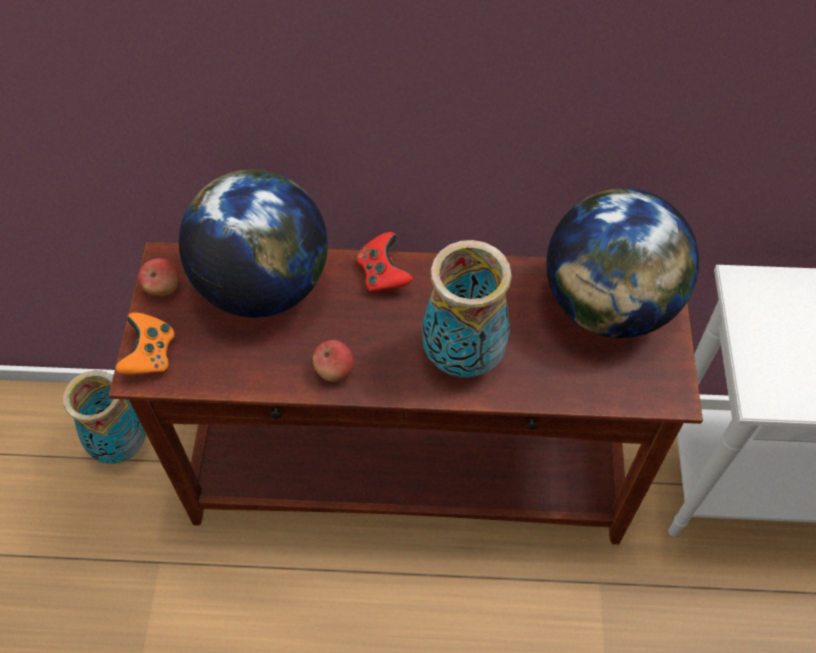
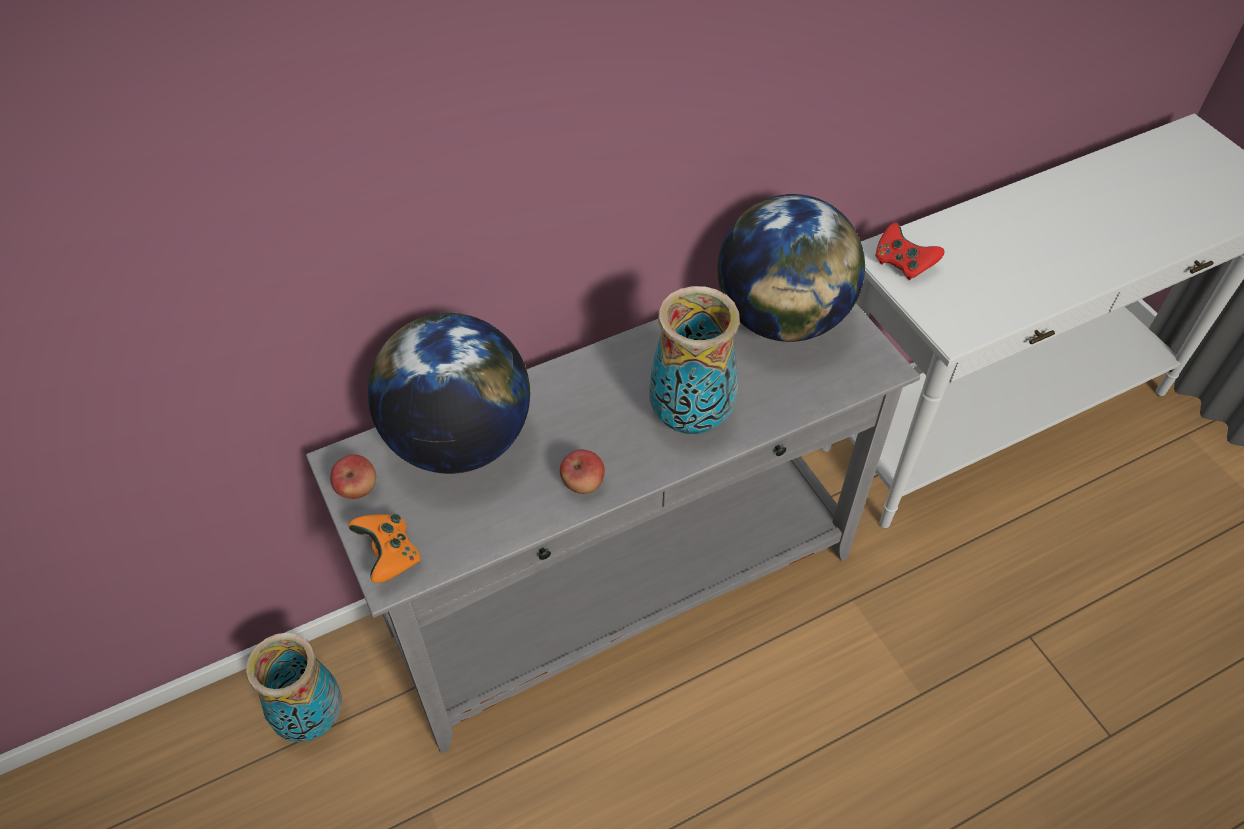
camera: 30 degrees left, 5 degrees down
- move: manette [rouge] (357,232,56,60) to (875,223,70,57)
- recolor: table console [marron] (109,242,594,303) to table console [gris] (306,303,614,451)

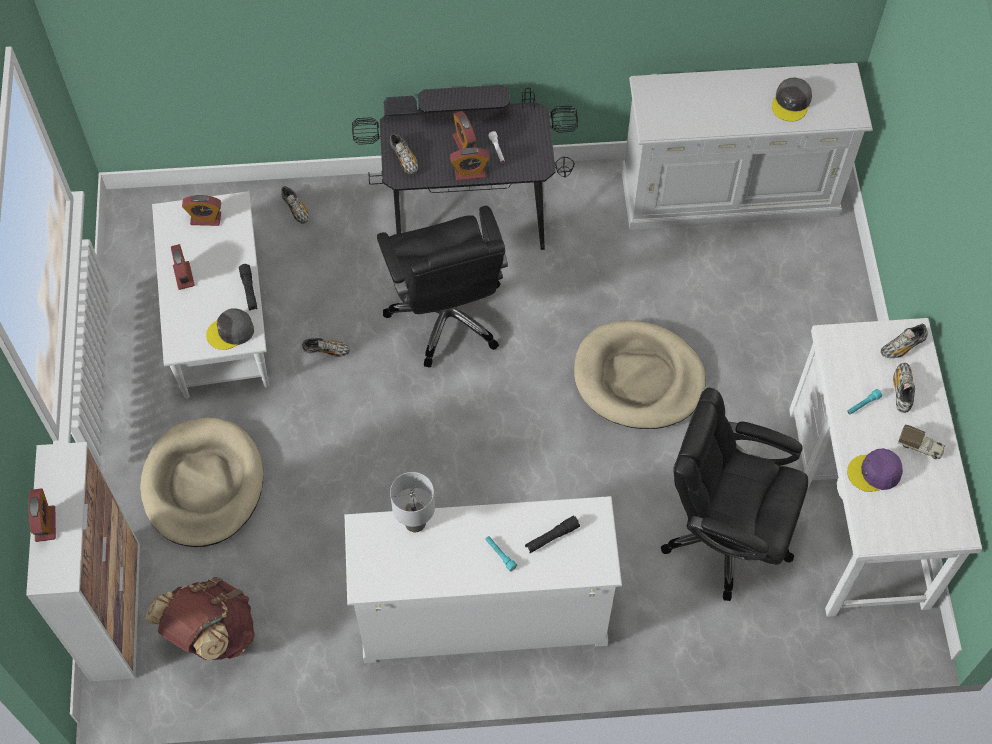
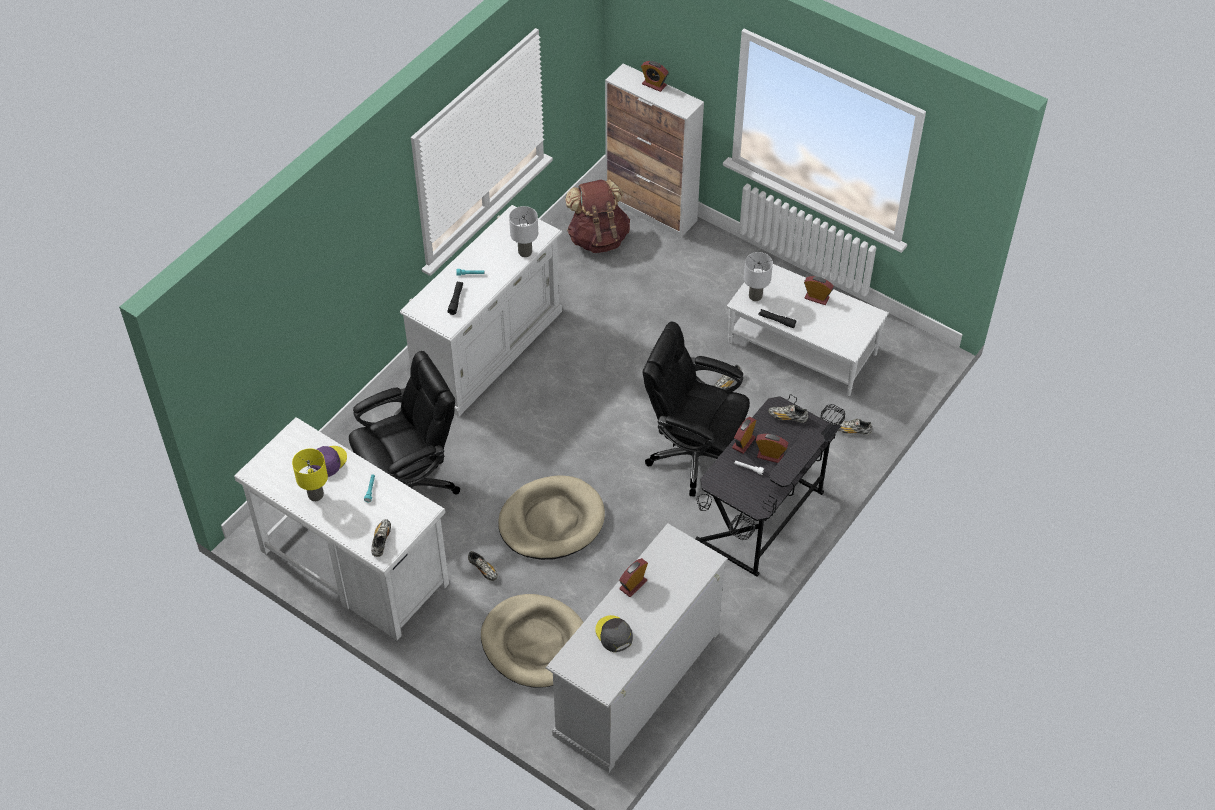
camera: 130 degrees right, 10 degrees down
- move: réveil (182,195,40,31) to (619,558,29,39)
- replace: casquette [gris] (206,308,48,42) to lampe de table [blanc] (744,252,29,49)
- move: chaussure (893,363,22,50) to (468,551,30,30)
- move: panier pour chien [beige] (140,417,123,130) to (481,594,103,94)
- replace: camion jouet (898,424,47,35) to lampe de table [jaune] (292,448,36,53)

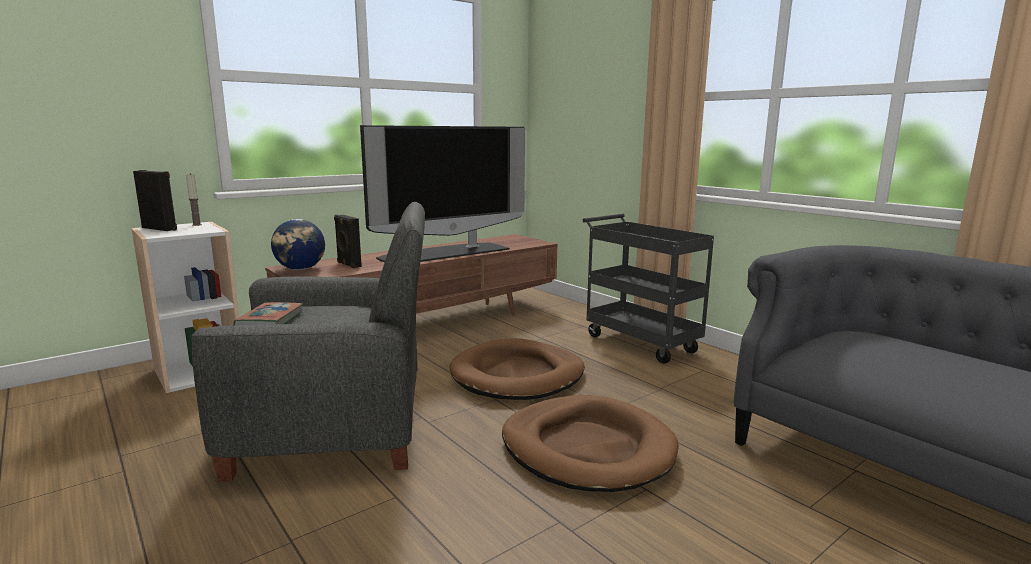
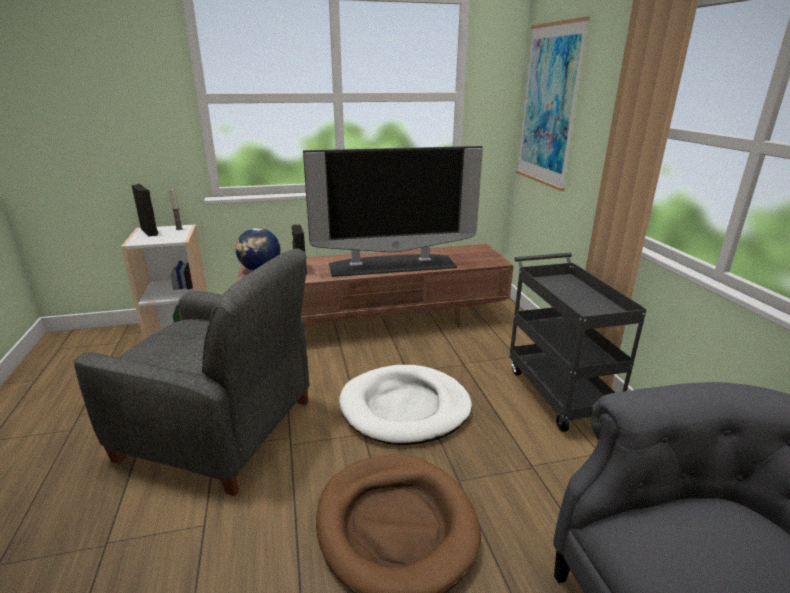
camera: 25 degrees right, 10 degrees up
- delete: livre (233,302,70,23)
- recolor: panier pour chien [marron] (450,338,135,62) to panier pour chien [blanc] (339,365,133,80)
- insert: tableau (516,17,74,174)

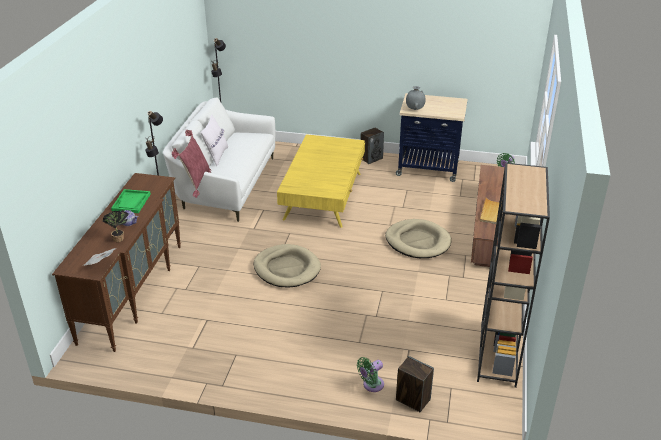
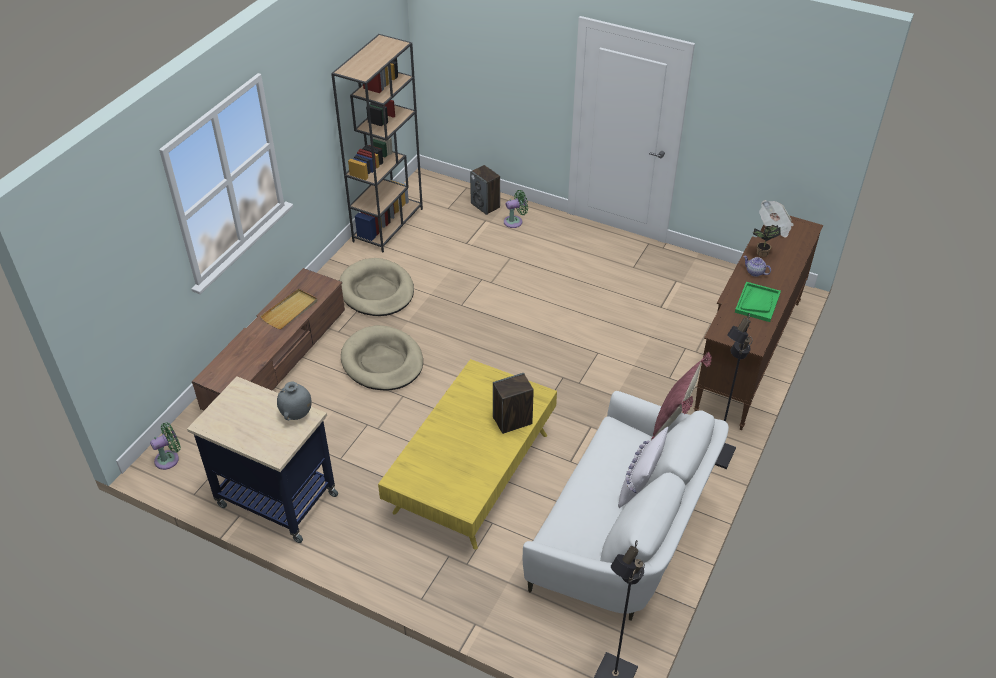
camera: 165 degrees left, 10 degrees up
- move: enceinte (360,127,24,37) to (493,373,41,61)
- move: panier pour chien [beige] (254,244,67,44) to (339,258,75,58)

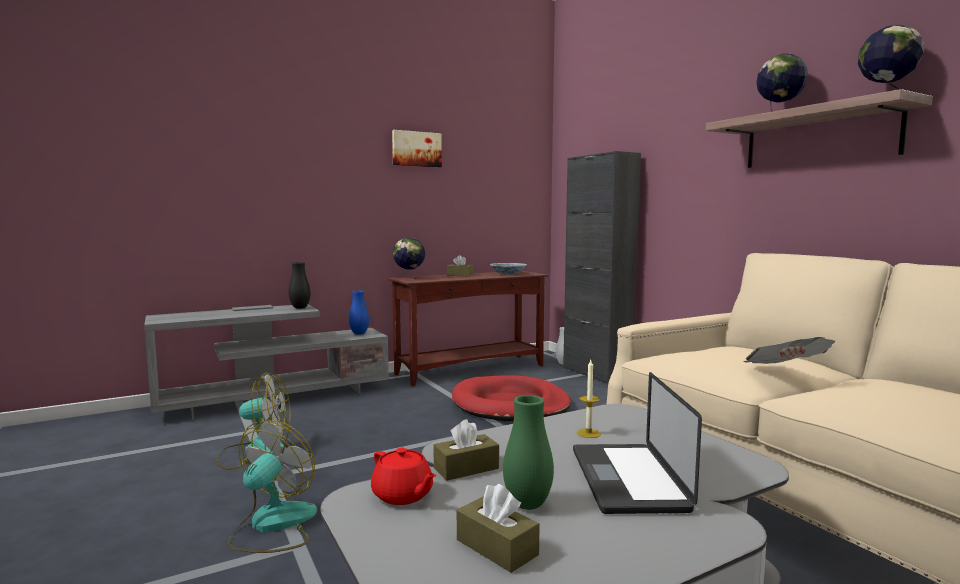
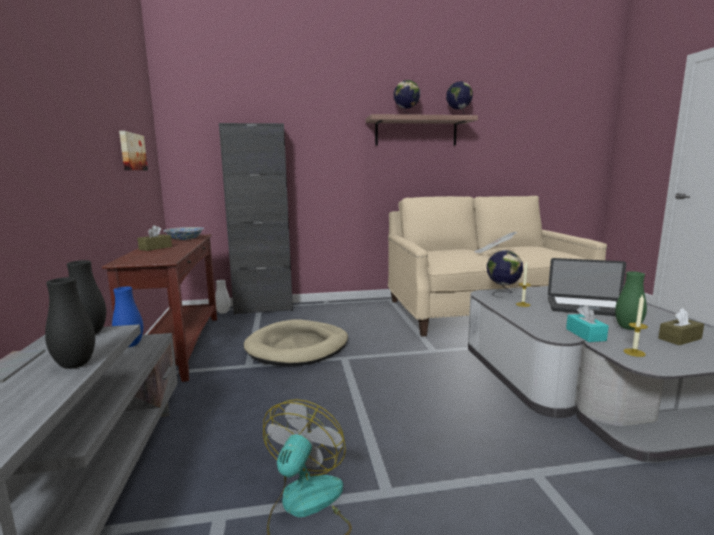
camera: 70 degrees left, 5 degrees up
- move: tableau (392,130,50,37) to (119,131,29,40)
- move: globe (393,237,32,42) to (487,250,36,48)
- recolor: panier pour chien [rouge] (452,376,119,45) to panier pour chien [beige] (244,319,104,47)
- recolor: boîte à mouchoirs [marron] (433,419,66,62) to boîte à mouchoirs [turquoise] (566,305,43,37)
- delete: ventilateur (228,420,89,133)
- replace: théière [rouge] (371,448,65,57) to bougie (623,294,25,63)
- insert: vase [noir] (45,277,50,92)

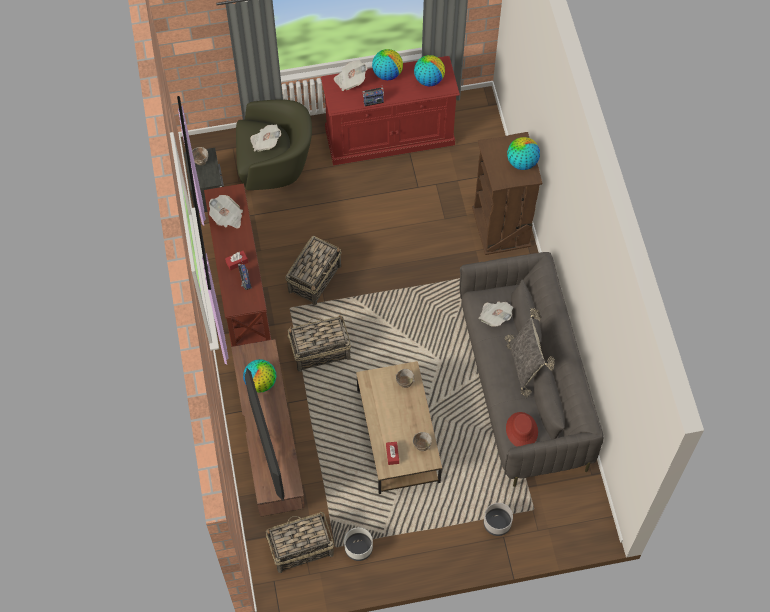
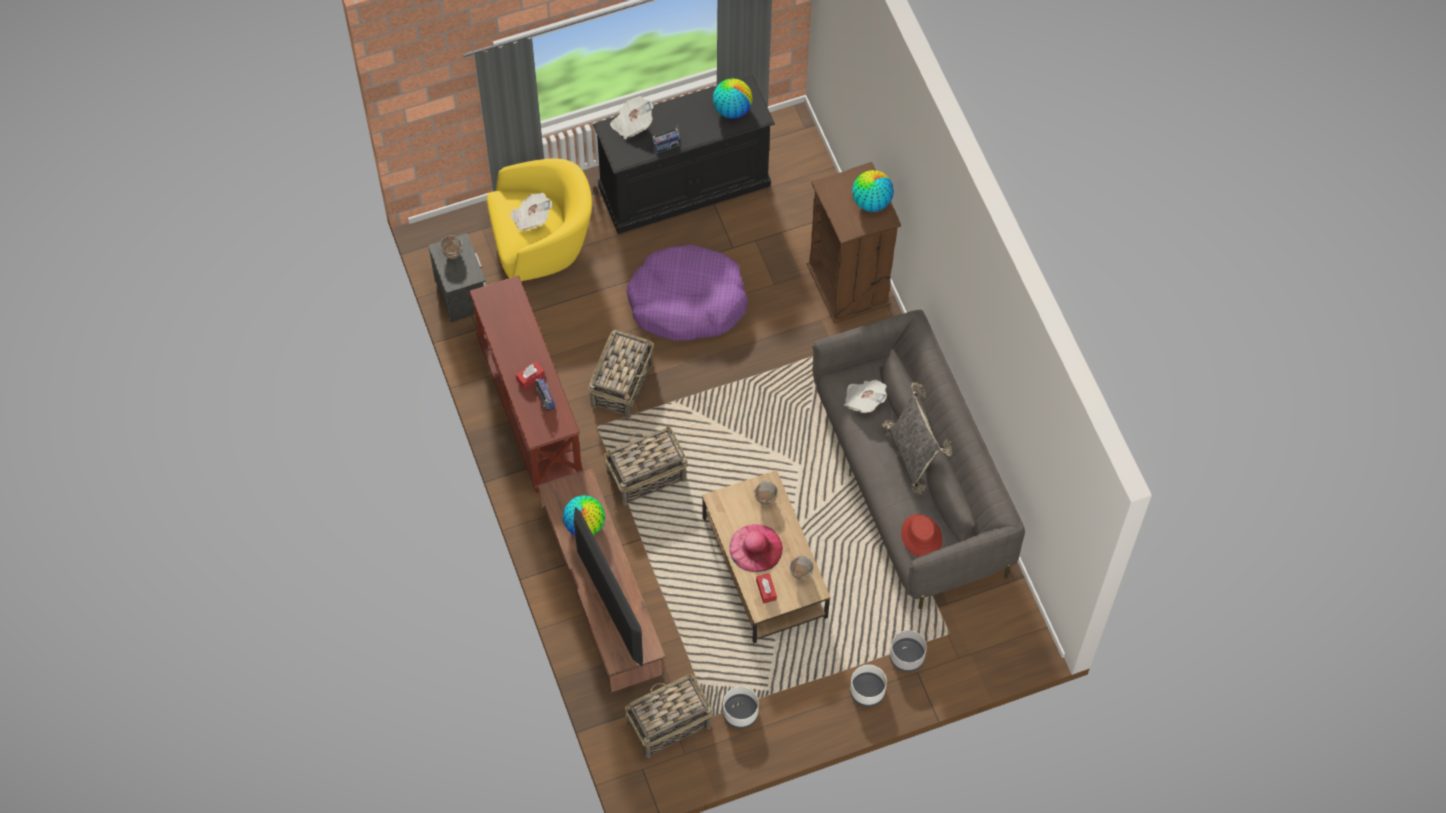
camera: 10 degrees left, 0 degrees up
- delete: globe (372,49,31,31)
- recolor: meuble de rangement [rouge] (321,56,139,109) to meuble de rangement [noir] (593,75,182,159)
- recolor: fauteuil [vert] (236,100,76,90) to fauteuil [jaune] (487,159,105,122)
- delete: journal (209,195,34,33)
- insert: panier pour chien [violet] (626,244,122,97)
- insert: chapeau [rose] (729,524,54,48)
- insert: cache-pot [blanc] (850,665,37,42)

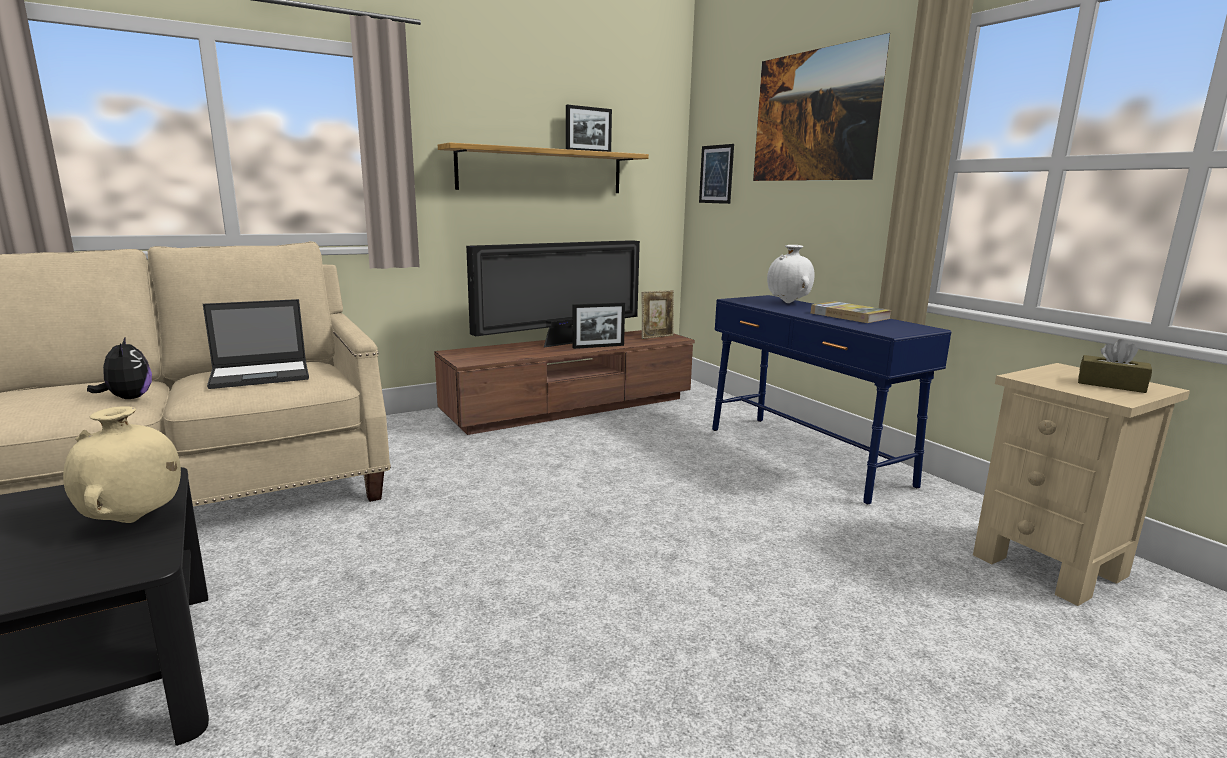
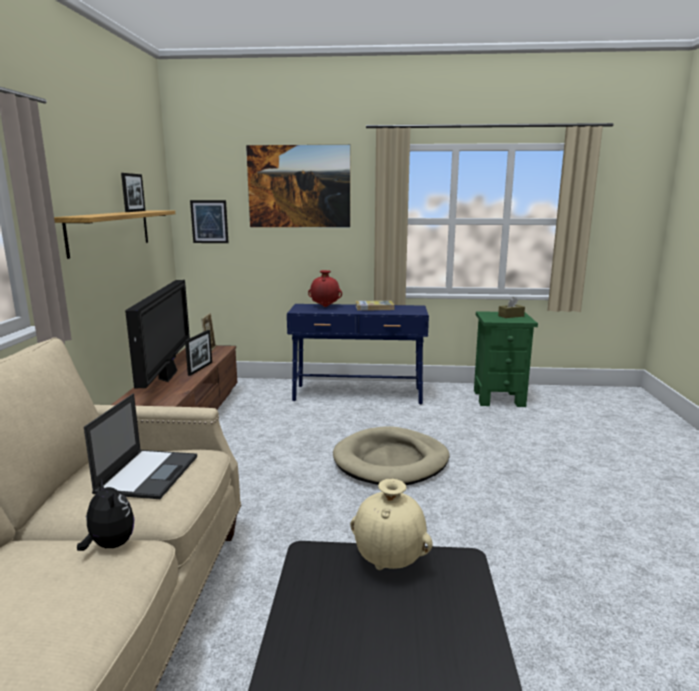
camera: 55 degrees left, 0 degrees up
- recolor: vase [blanc] (767,245,48,58) to vase [rouge] (308,270,34,37)
- rotate: peluche (87,336,65,63) = (77,478,57,73) 45 degrees clockwise
- recolor: table de chevet [beige] (973,363,217,243) to table de chevet [vert] (474,311,64,96)
- insert: panier pour chien [beige] (333,426,117,59)

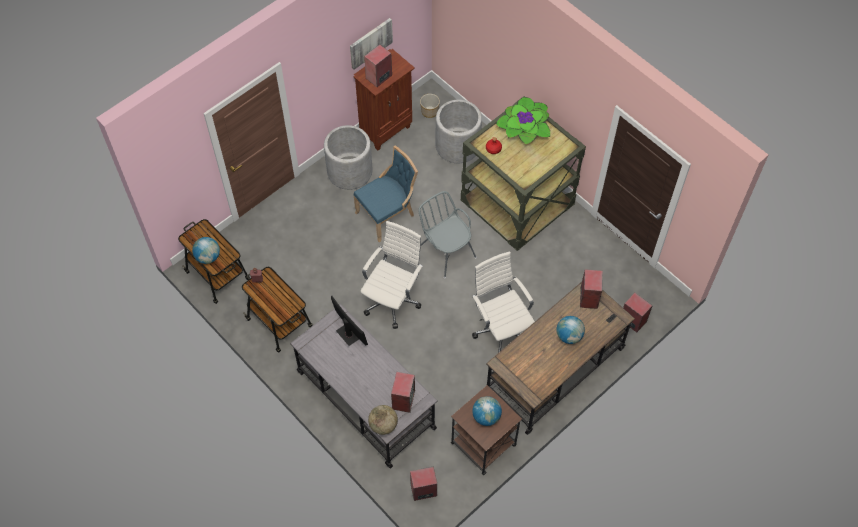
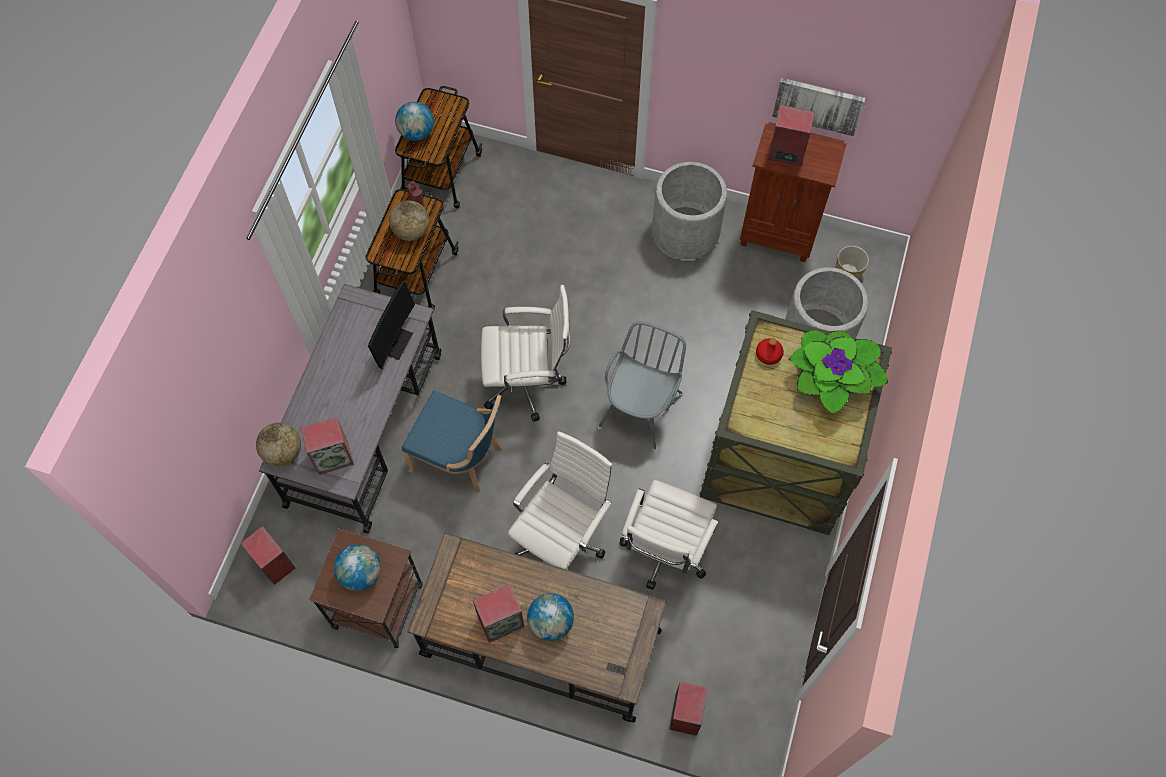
camera: 60 degrees right, 5 degrees up
- move: chaise [bleu] (354,145,64,97) to (402,391,100,102)
- move: enceinte (580,269,23,40) to (473,584,51,59)
- insert: globe (389,201,40,40)
- insert: chaise de bureau [blanc] (620,480,99,110)

